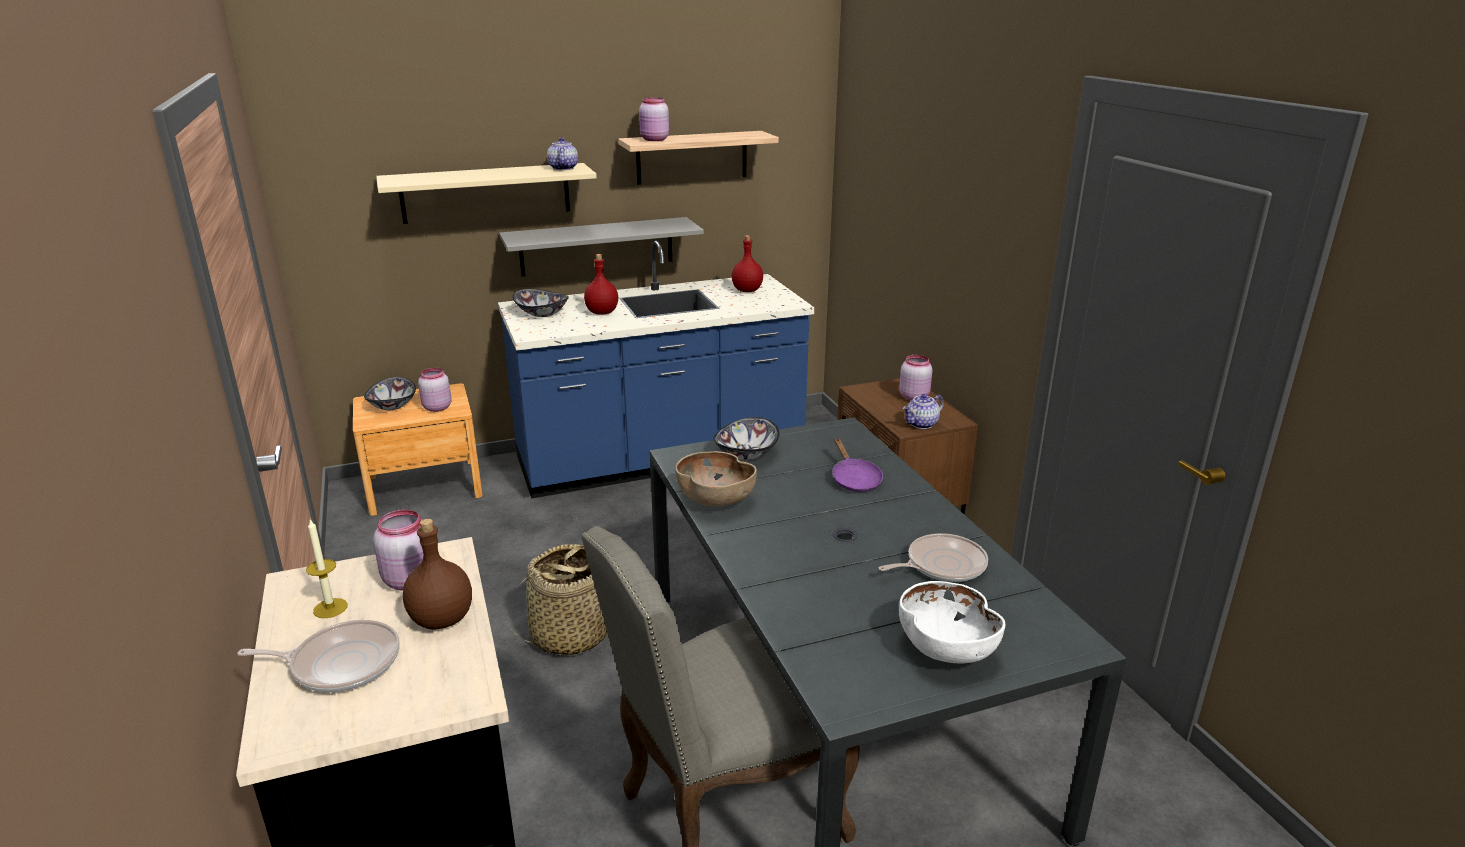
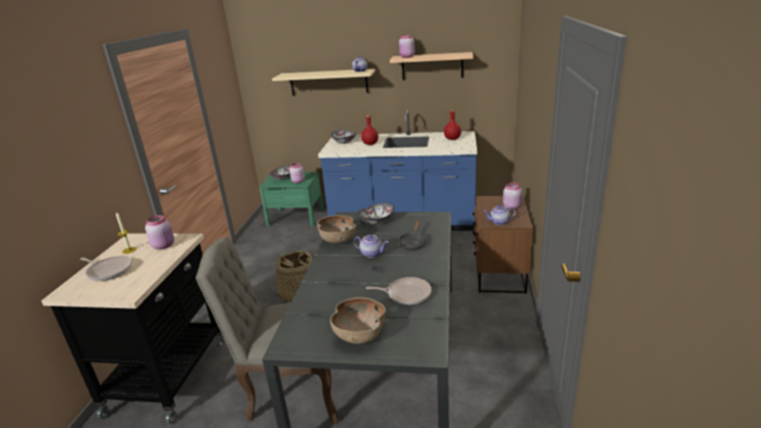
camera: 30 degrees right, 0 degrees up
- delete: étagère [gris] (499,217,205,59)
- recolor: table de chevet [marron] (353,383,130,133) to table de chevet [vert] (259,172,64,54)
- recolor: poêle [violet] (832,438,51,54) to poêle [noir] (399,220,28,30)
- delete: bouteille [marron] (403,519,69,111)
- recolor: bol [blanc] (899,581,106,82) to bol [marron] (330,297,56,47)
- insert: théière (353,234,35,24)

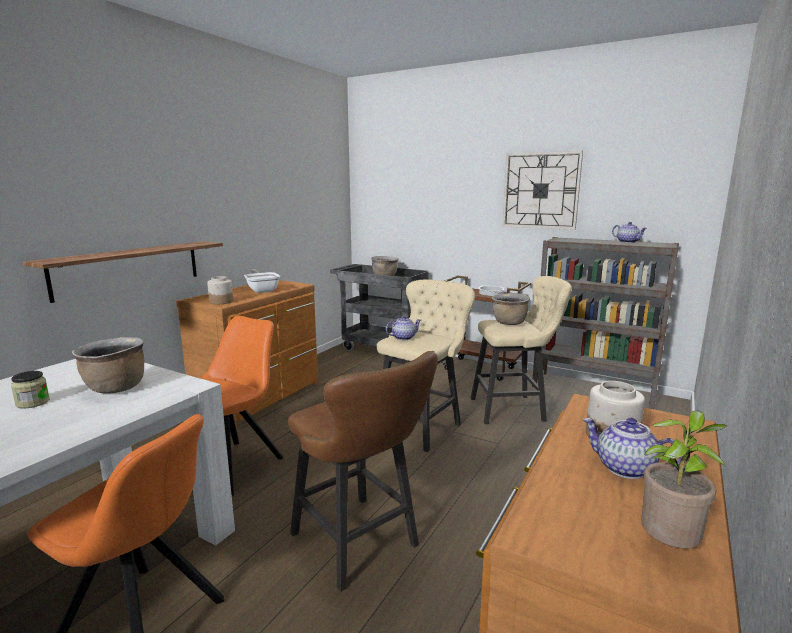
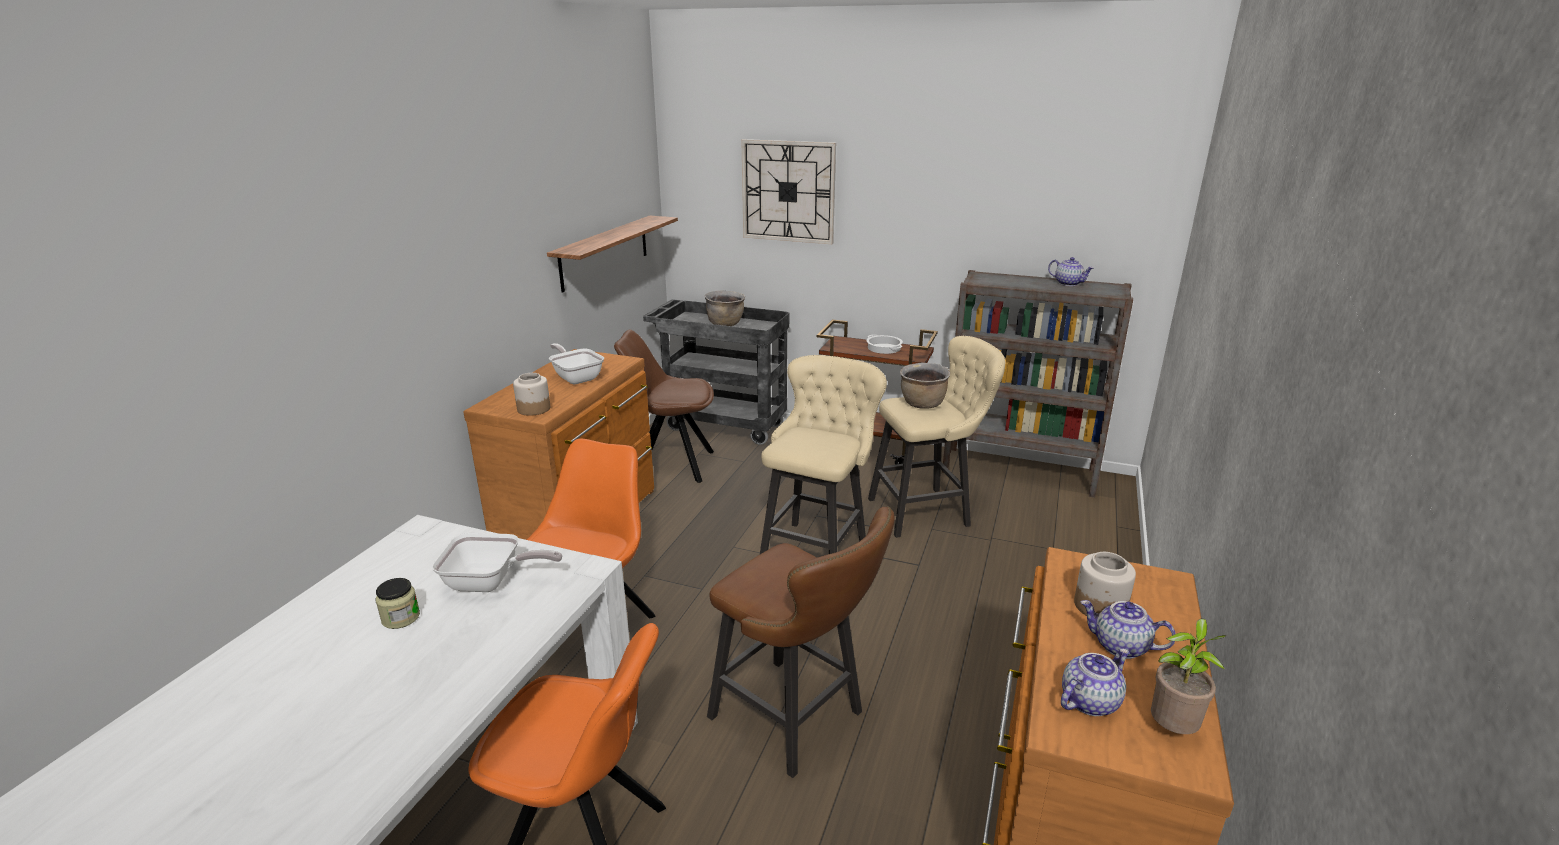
camera: 10 degrees left, 10 degrees up
- move: horloge murale (502,151,81,79) to (741,139,95,105)
- move: étagère (23,241,200,62) to (547,216,131,77)
- move: théière (386,316,35,24) to (1061,648,68,68)
- replace: marmite [marron] (72,337,72,57) to poêle (432,533,130,59)
- insert: chaise [marron] (614,330,100,153)

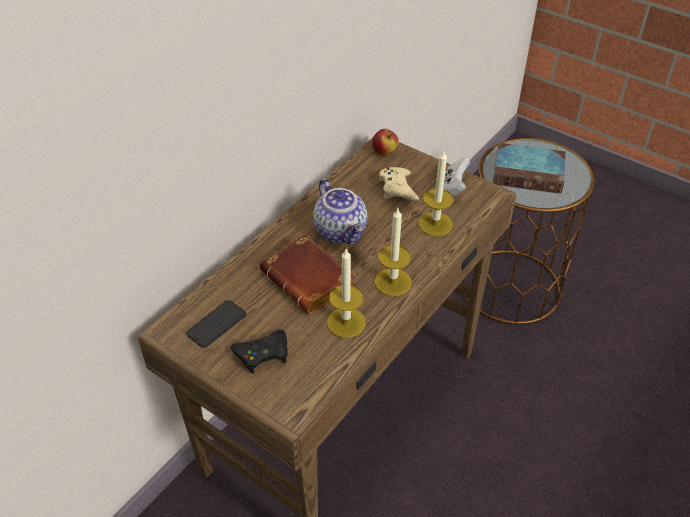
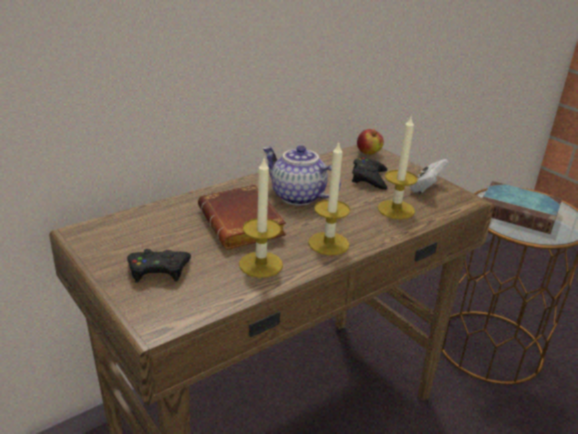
camera: 15 degrees right, 15 degrees down
- recolor: manette [beige] (379,167,40,34) to manette [noir] (352,157,35,33)
- rotate: théière (313,178,54,66) = (262,145,79,61) 135 degrees clockwise
- delete: téléphone (186,300,60,48)

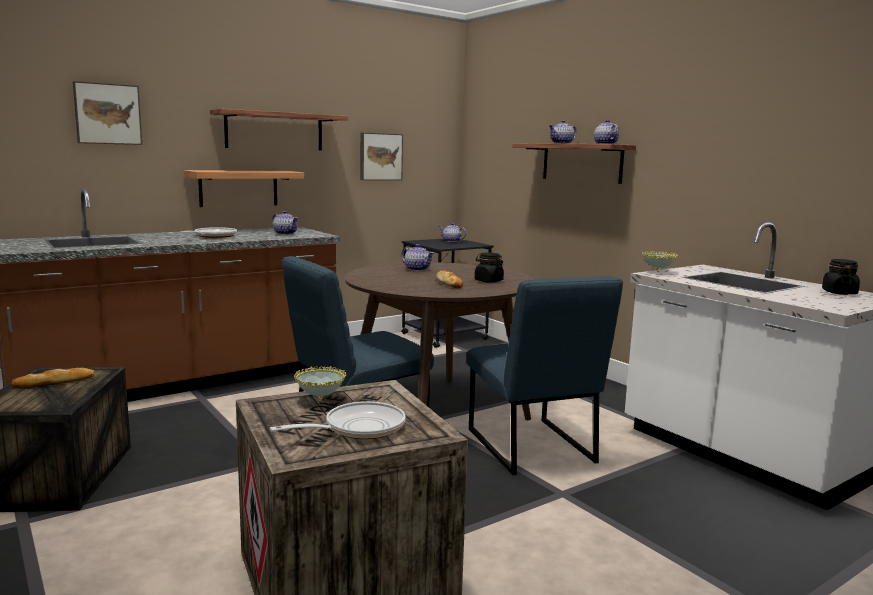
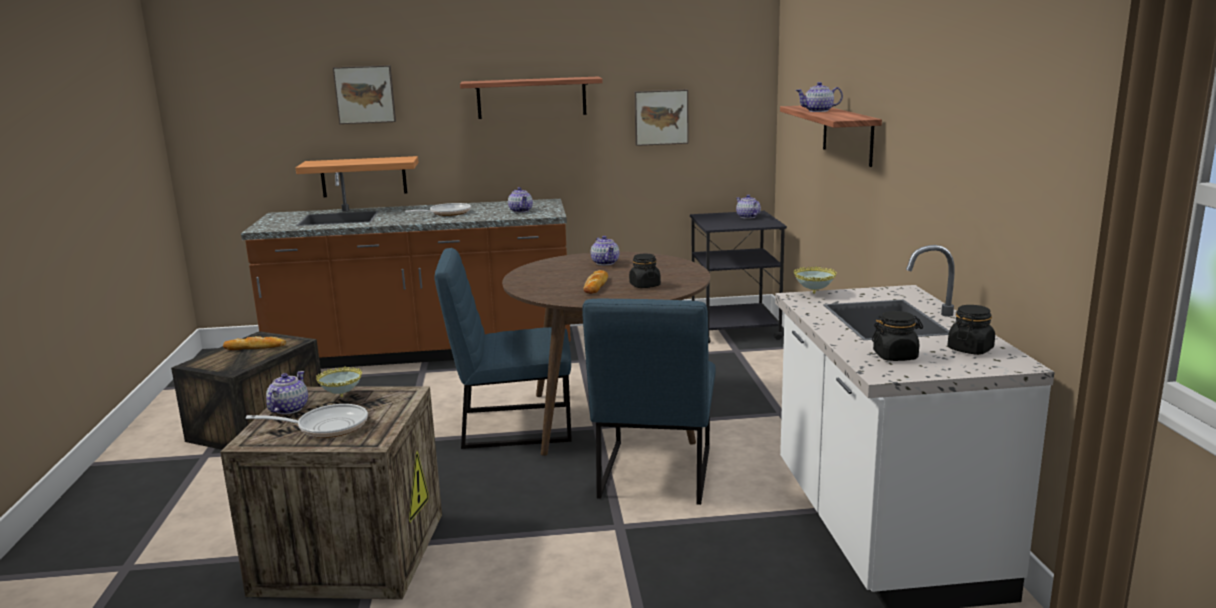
camera: 30 degrees right, 5 degrees up
- move: théière (594,120,25,24) to (266,371,42,43)
- move: étagère (184,170,121,37) to (296,156,123,41)
- insert: bocal [noir] (872,311,51,50)

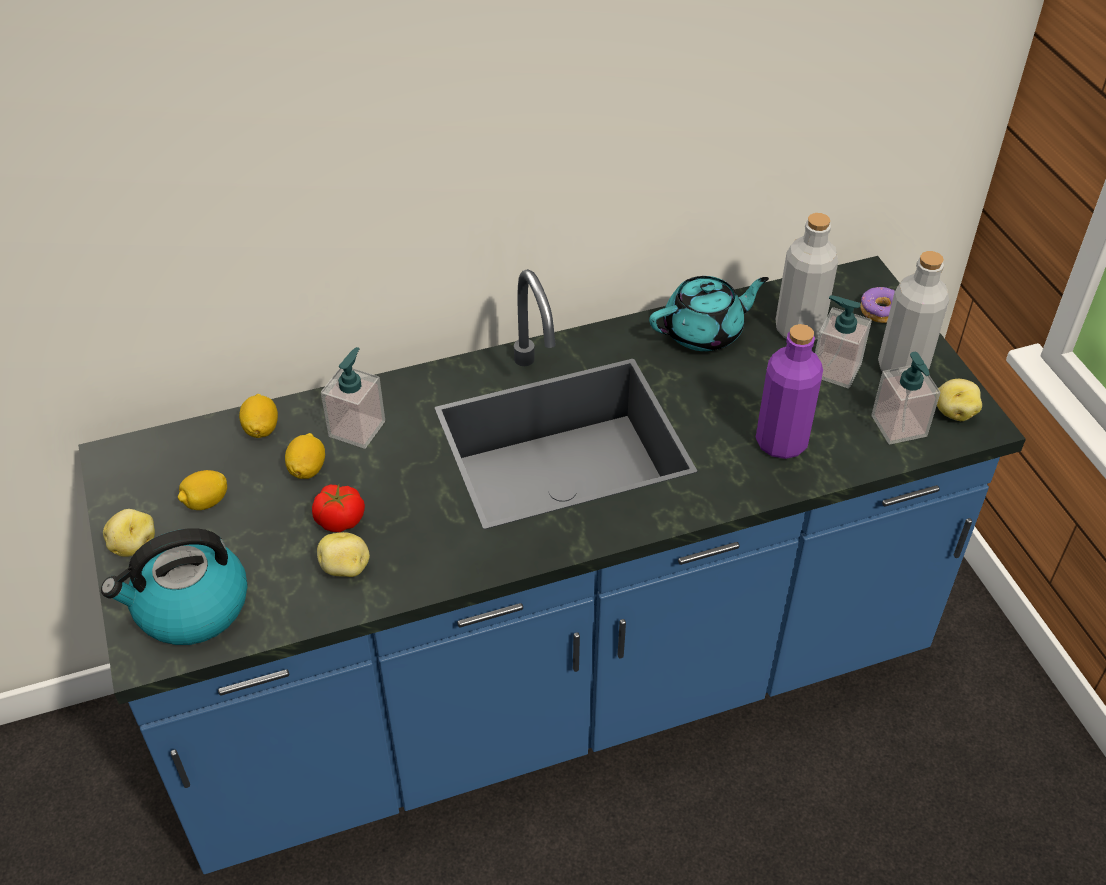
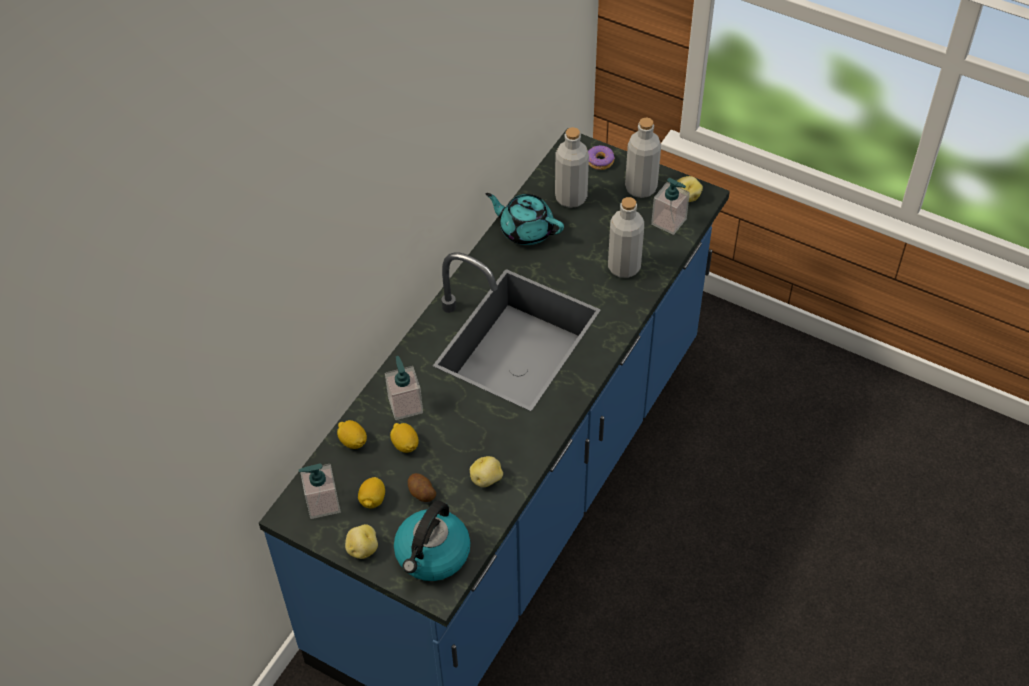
camera: 40 degrees left, 5 degrees up
- rotate: théière [turquoise] (649,276,120,75) = (486,193,78,52) 90 degrees counterclockwise
- move: distributeur de savon (815,295,57,94) to (299,463,42,56)
- recolor: bouteille [violet] (756,324,67,135) to bouteille [gris] (608,197,36,81)
- delete: tomate (312,484,53,48)
- insert: pomme de terre (408,473,28,29)

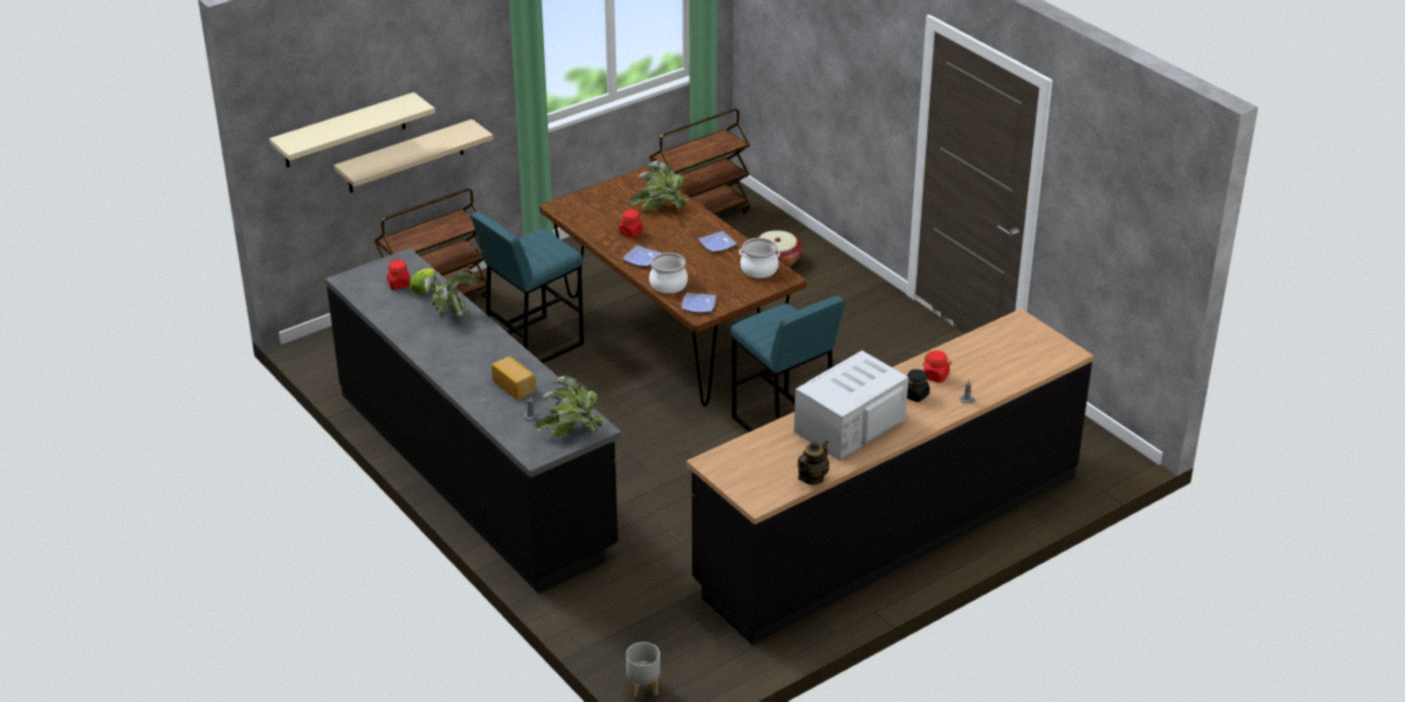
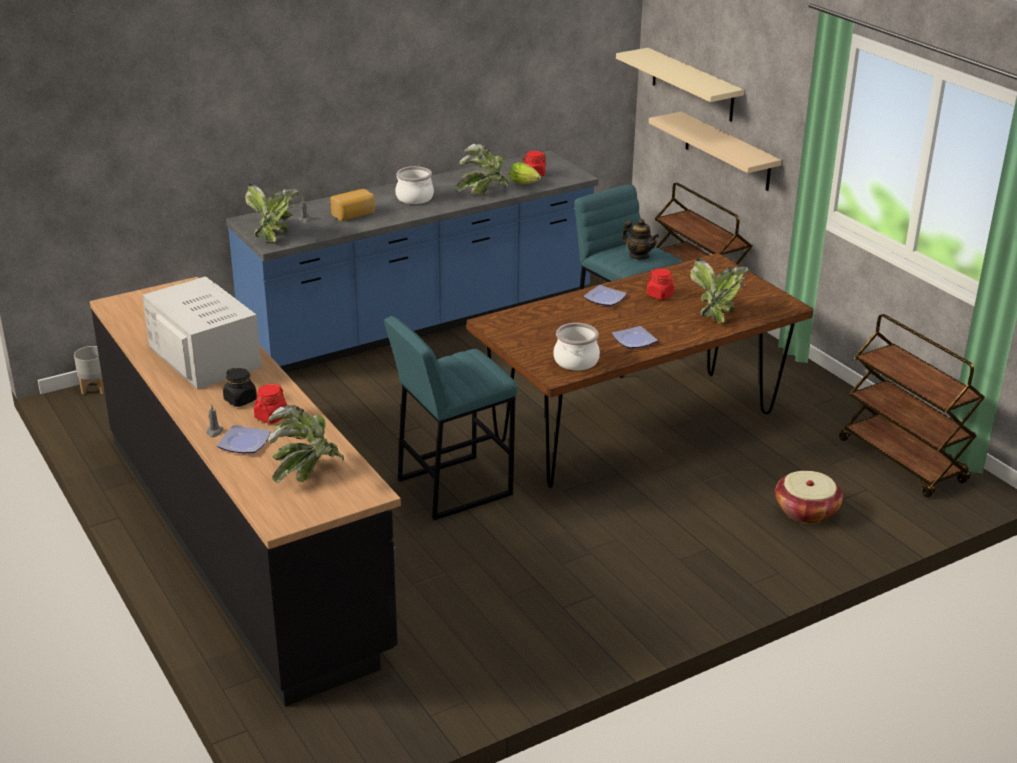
camera: 95 degrees right, 5 degrees down
- recolor: comptoir de cuisine [noir] (326,248,295,346) to comptoir de cuisine [bleu] (226,151,373,222)
- move: marmite (649,252,39,41) to (395,166,39,38)
- move: assiette (682,293,34,20) to (217,425,54,28)
- move: théière (798,440,31,45) to (622,219,37,41)
- insert: plante en pot (268,405,76,78)

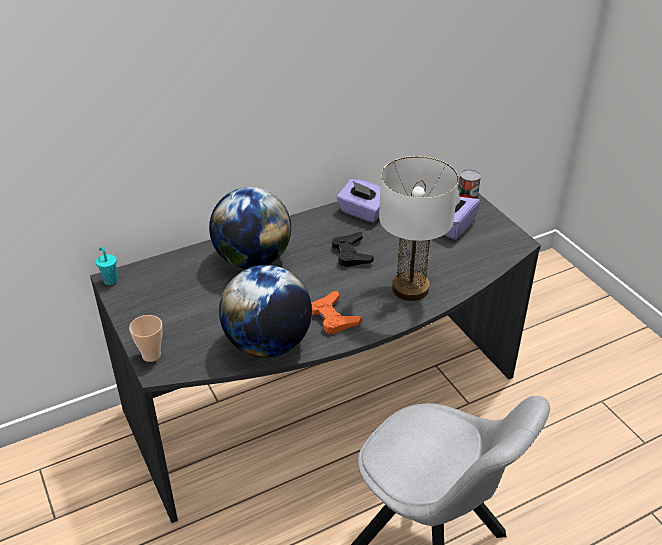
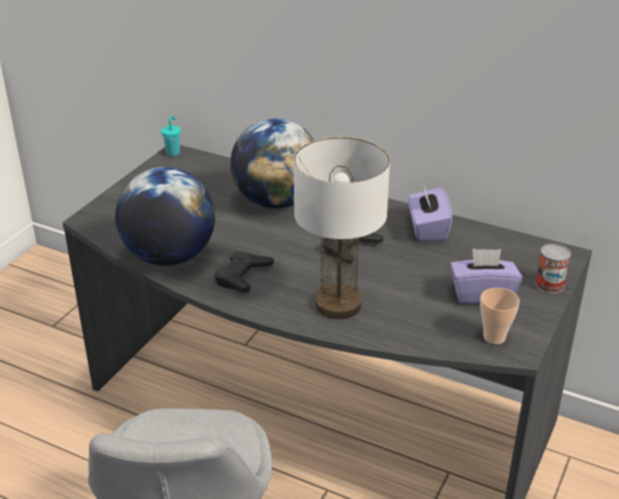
camera: 55 degrees right, 5 degrees down
- recolor: manette [orange] (311,291,50,43) to manette [noir] (214,251,60,42)
- move: tasse (129,315,34,47) to (480,288,40,56)

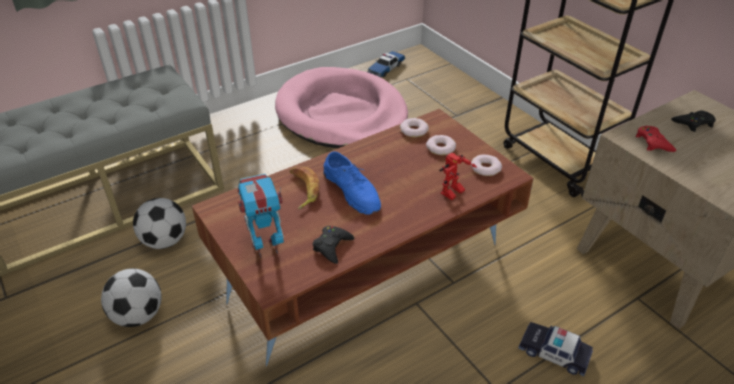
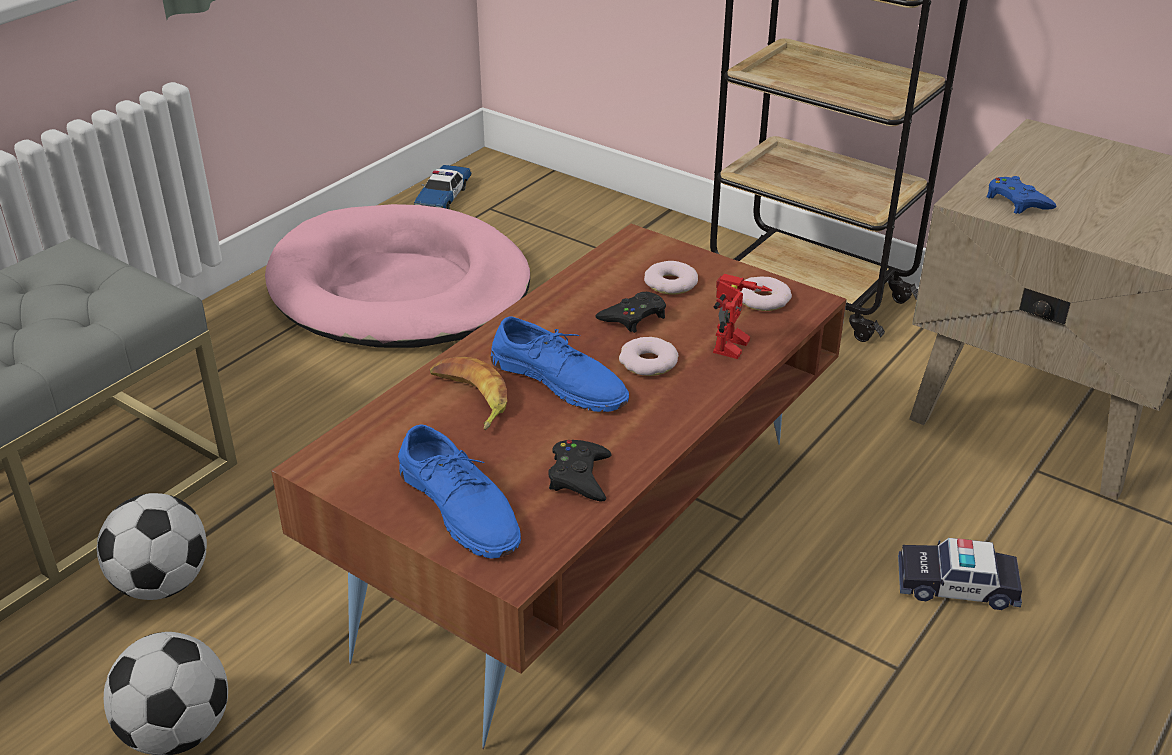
camera: 20 degrees left, 5 degrees down
- move: manette [noir] (671,111,45,21) to (595,292,71,41)
- move: beignet (400,118,29,19) to (619,337,60,39)
- recolor: manette [rouge] (636,126,40,26) to manette [bleu] (987,176,69,38)
- replace: robot jouet (238,174,46,84) to chaussure [bleu] (398,424,123,134)

